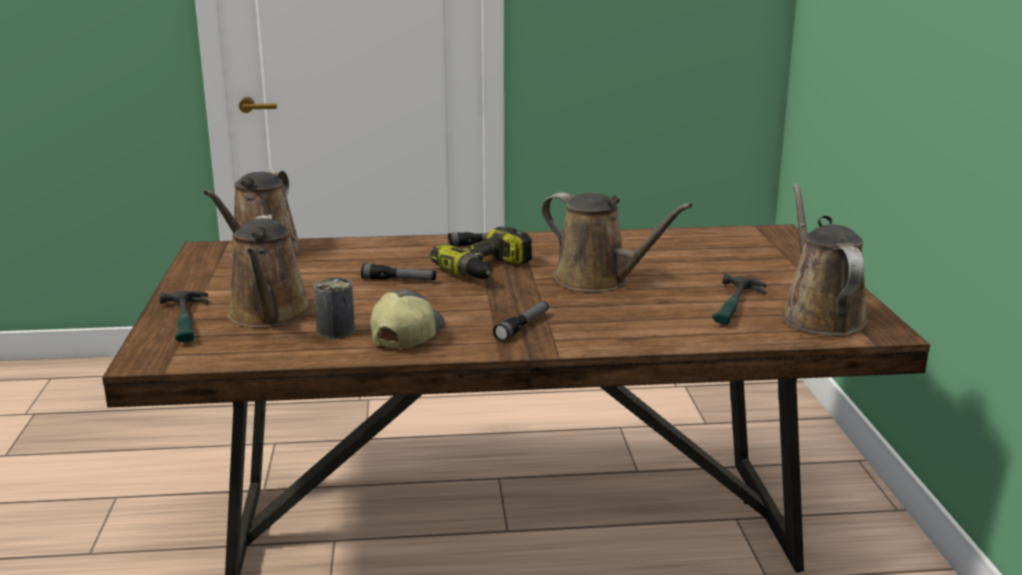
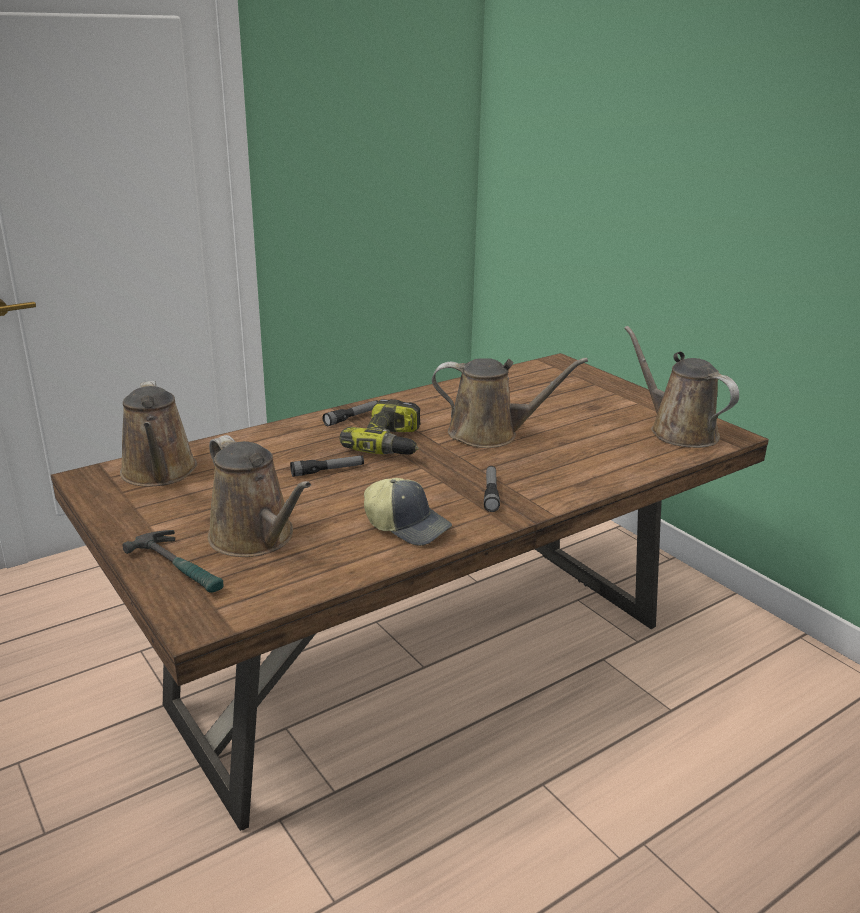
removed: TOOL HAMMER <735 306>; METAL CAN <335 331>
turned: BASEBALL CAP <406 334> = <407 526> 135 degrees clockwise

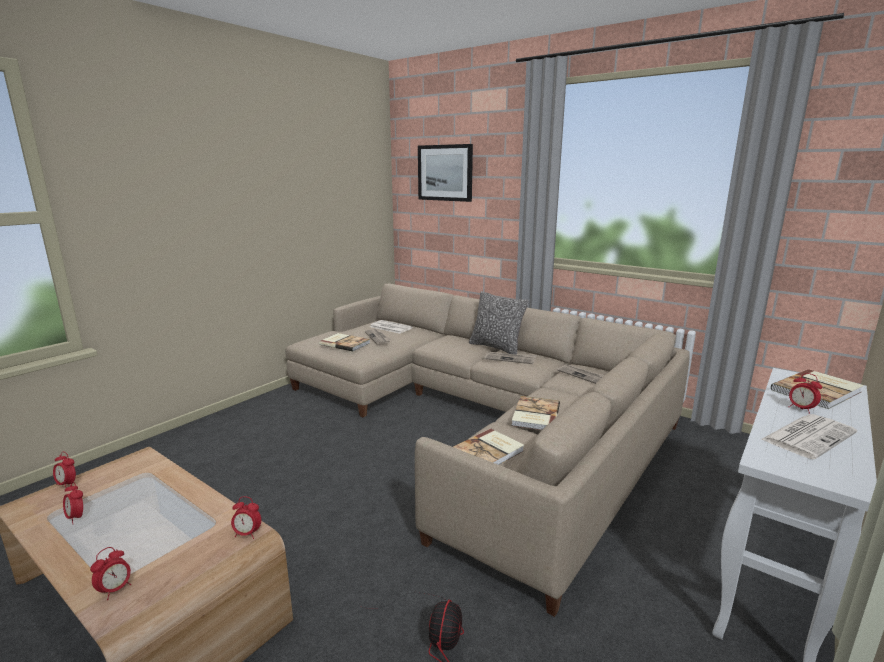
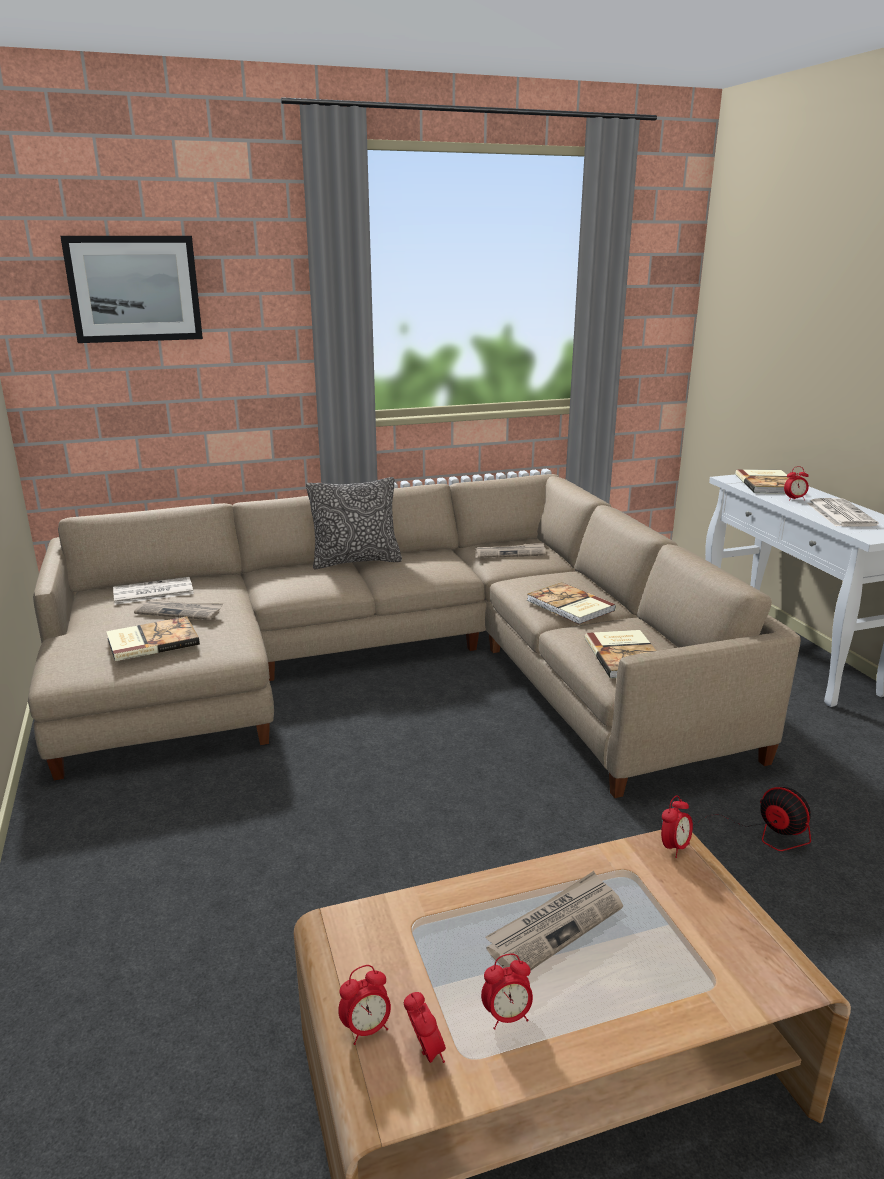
moved: DAILY PAPER <510 359> to <555 926>; ALARM CLOCK <115 589> to <425 1052>

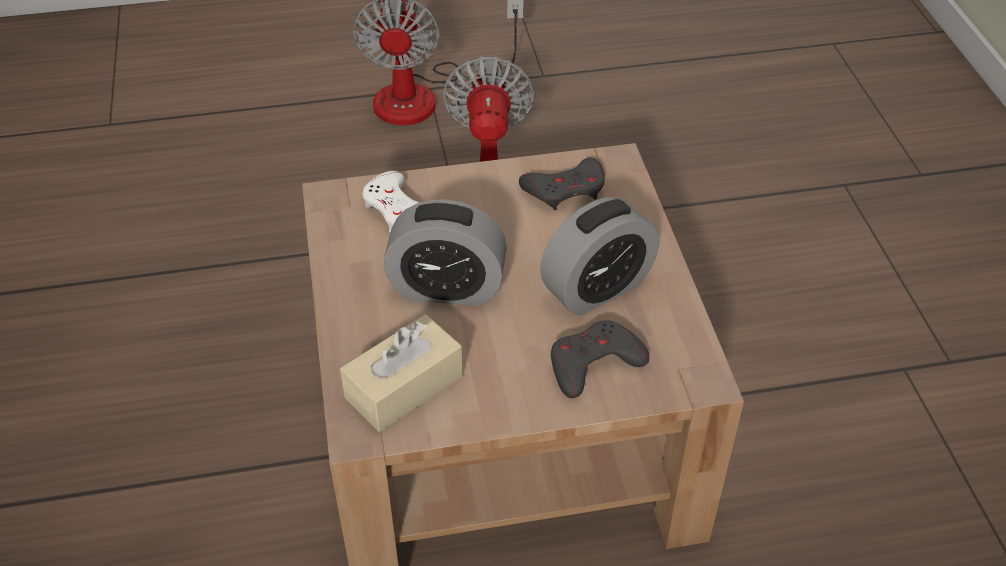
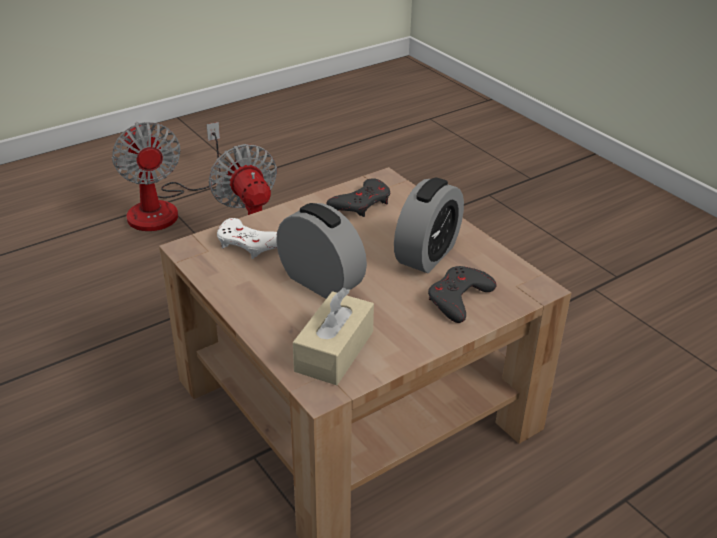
turned: ALARM CLOCK <447 288> = <321 282> 120 degrees counterclockwise

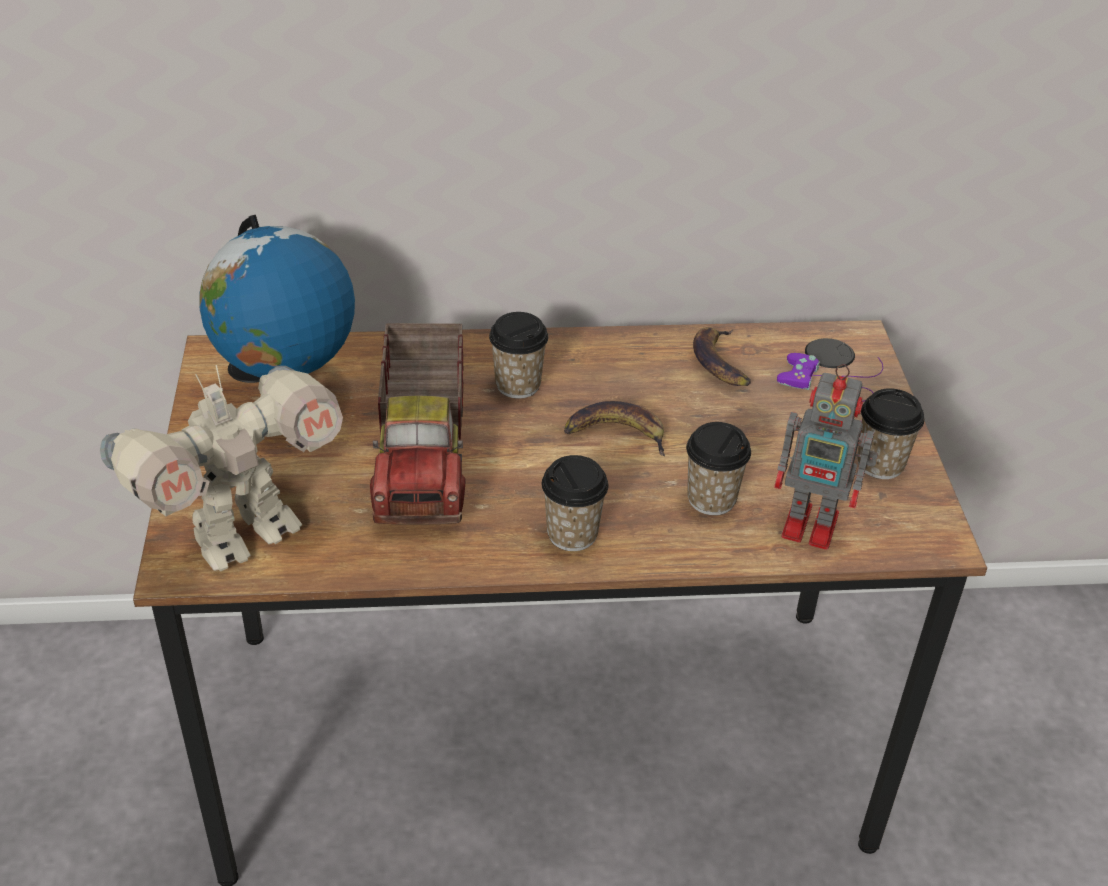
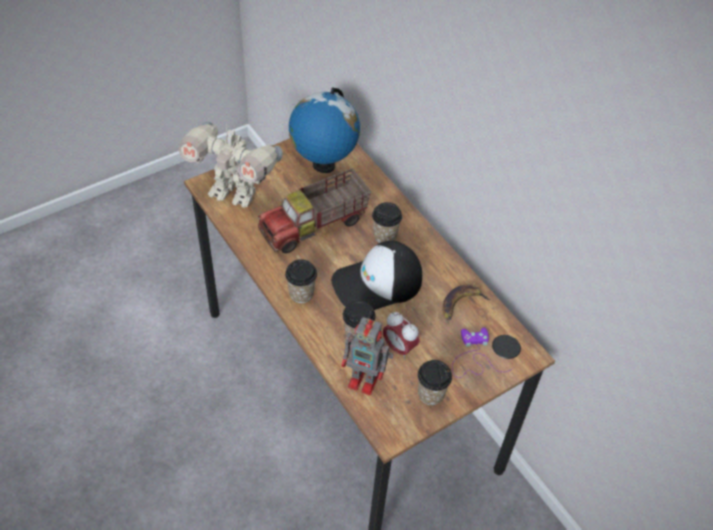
added: ALARM CLOCK <399 348>
replaced: BANANA FRUIT <615 433> to BASEBALL CAP <377 283>
turned: TOY ROBOT <813 526> = <366 380> 60 degrees counterclockwise

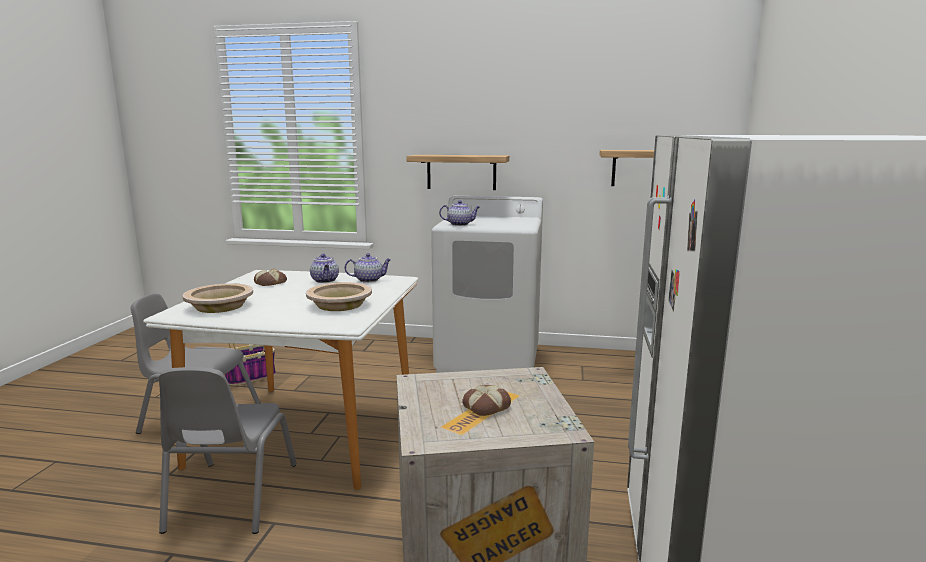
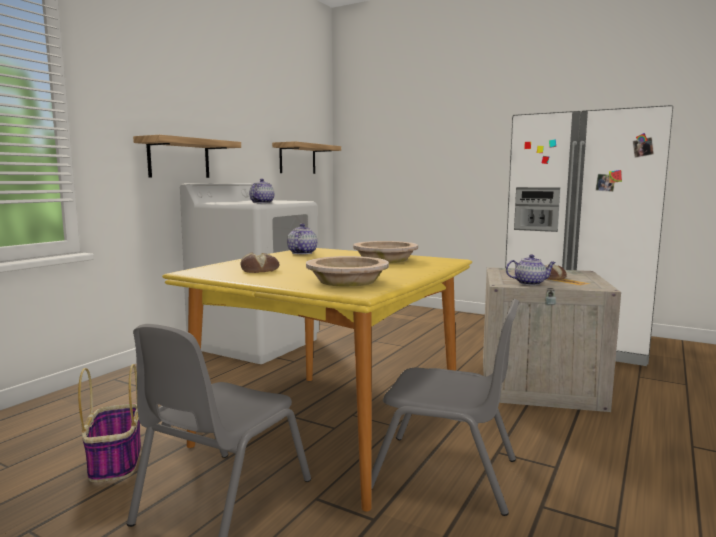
moved: TEA POT <325 281> to <530 283>
recoloured: WHITE-COLOURED KITCHEN TABLE <308 432> to YELLOWISH KITCHEN TABLE <332 429>

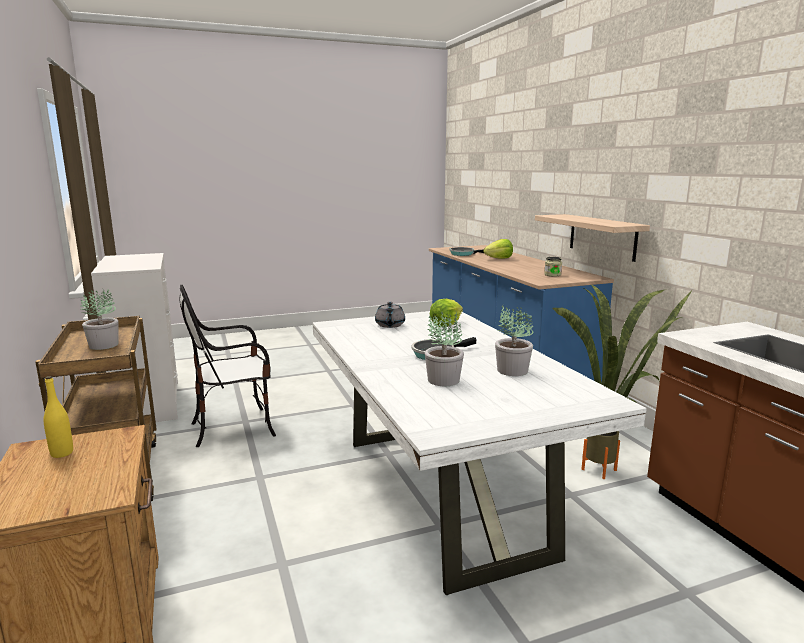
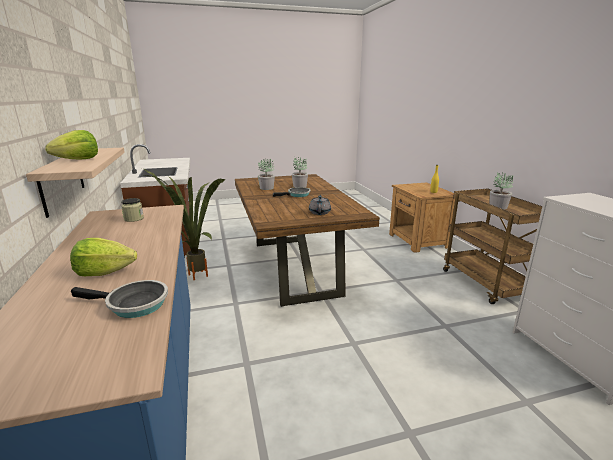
removed: PLAIN CHAIR <234 427>
moved: HEAD OF LETTUCE <446 324> to <78 159>
recoloured: WHITE-COLOURED KITCHEN TABLE <439 493> to BROWN KITCHEN TABLE <295 268>

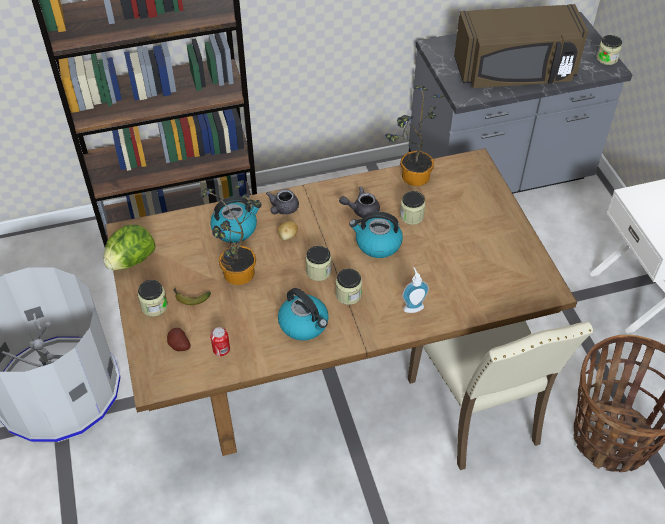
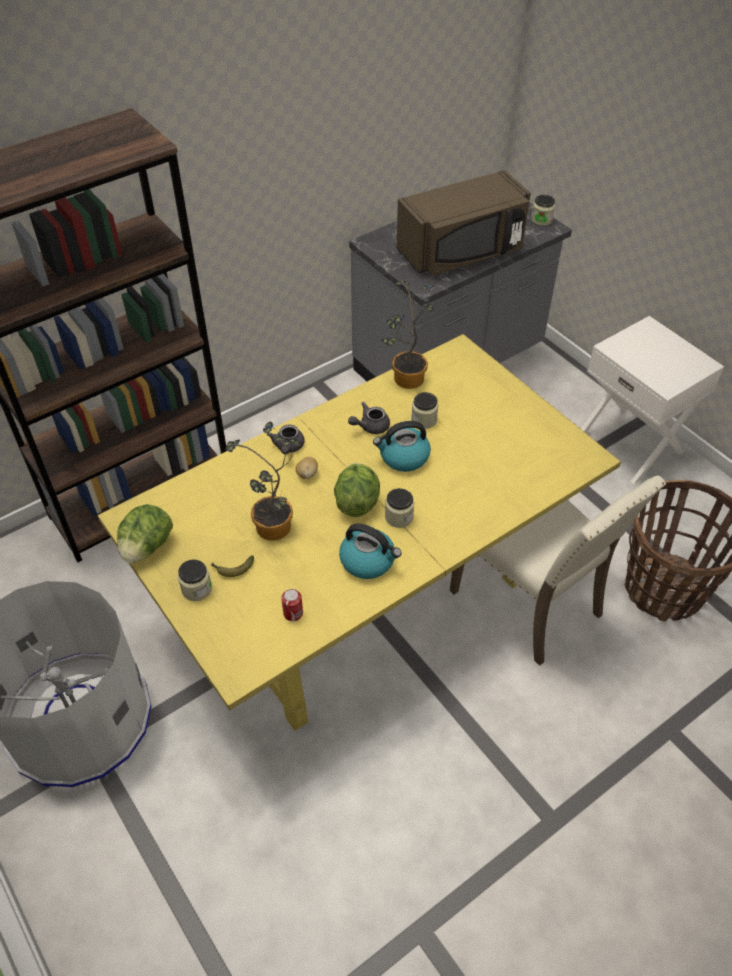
removed: KETTLE <235 229>; SOAP BOTTLE <412 306>; POTATO <178 346>
replaced: JAR <318 271> to HEAD OF LETTUCE <357 502>
recoloured: BROWN KITCHEN TABLE <330 360> to YELLOWISH KITCHEN TABLE <364 595>

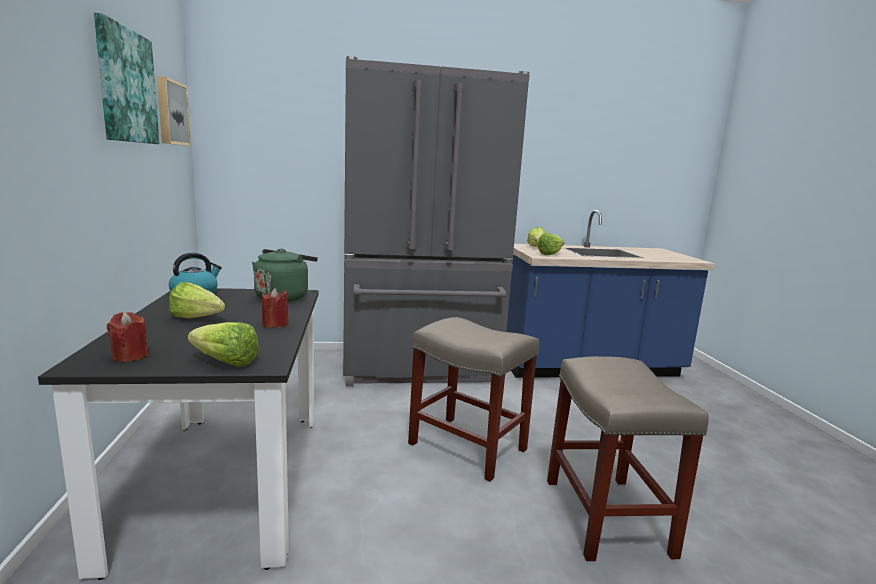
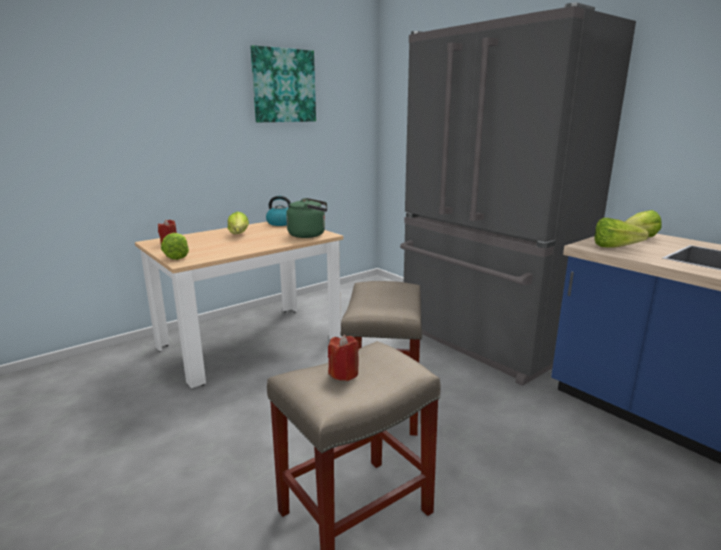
removed: PICTURE <171 113>
moved: REDDISH WAX CANDLE <275 324> to <344 373>
recoloured: BLACK KITCHEN TABLE <226 480> to BEIGE KITCHEN TABLE <250 342>

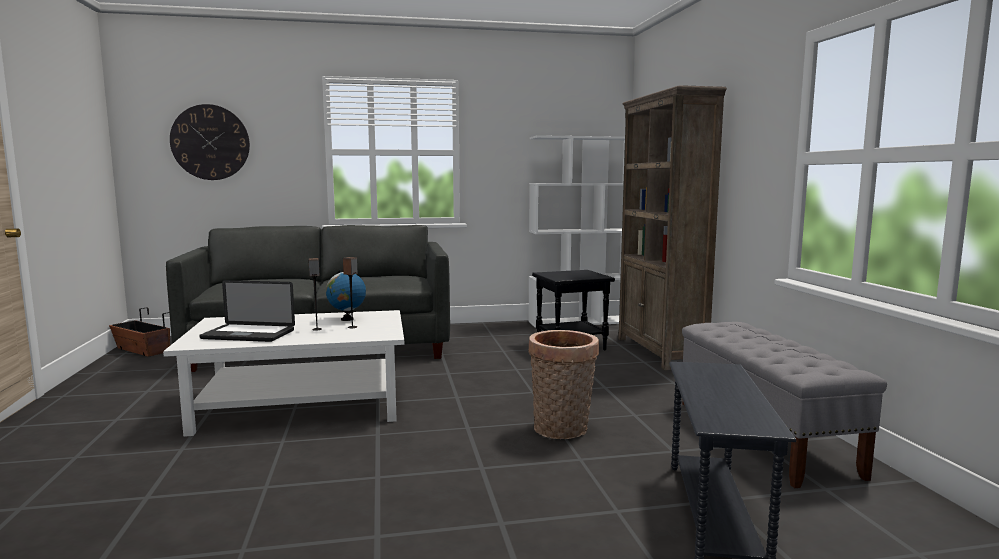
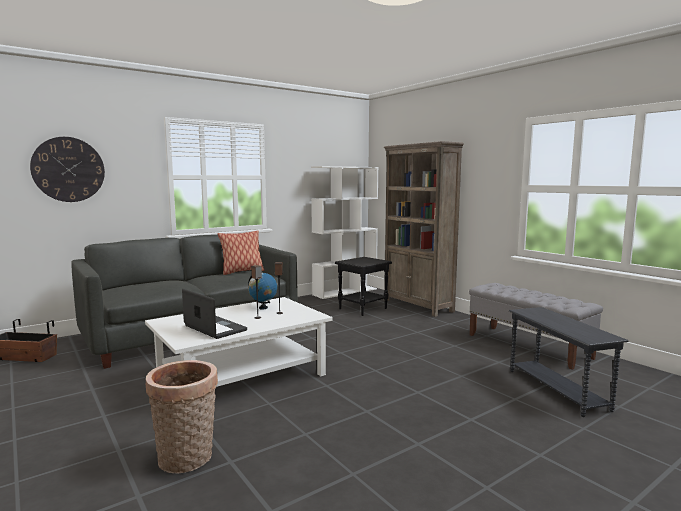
added: PILLOW <242 272>
moved: STORAGE BASKET <562 431> to <187 460>
turned: PORTABLE COMPUTER <248 334> = <215 328> 120 degrees counterclockwise

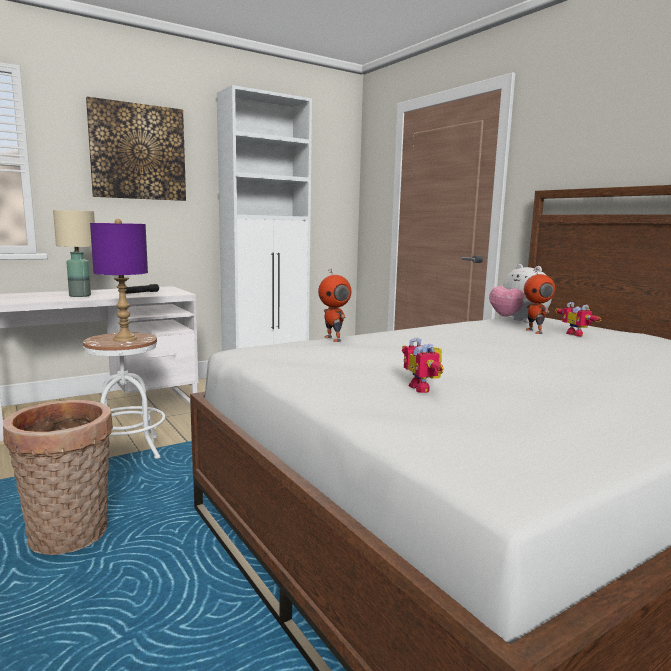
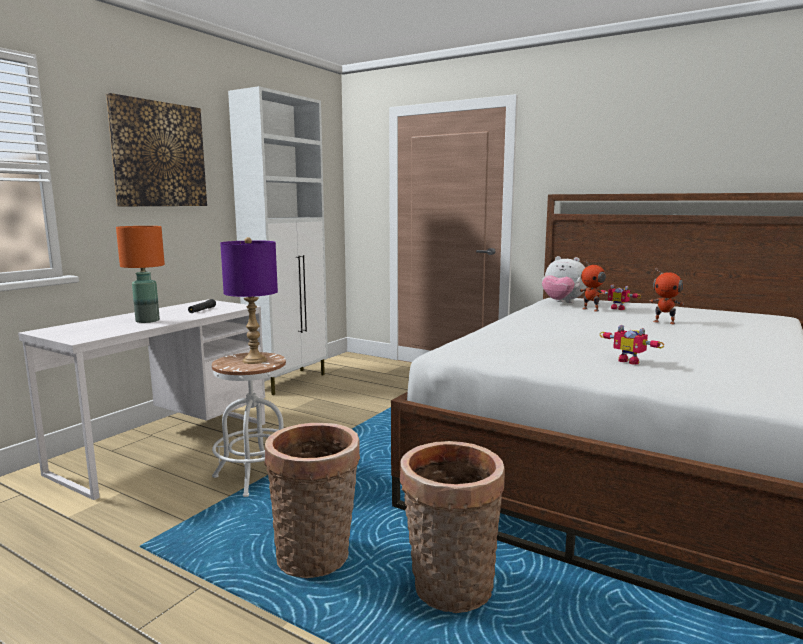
added: STORAGE BASKET <449 590>
moved: TOY ROBOT <334 339> to <664 322>
recoloured: BEIGE TABLE LAMP <80 296> to ORANGEY TABLE LAMP <148 321>

